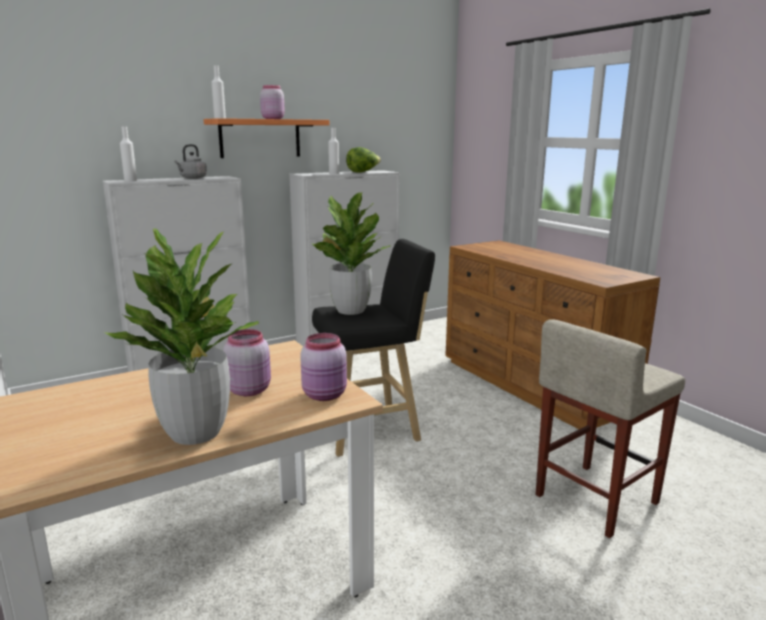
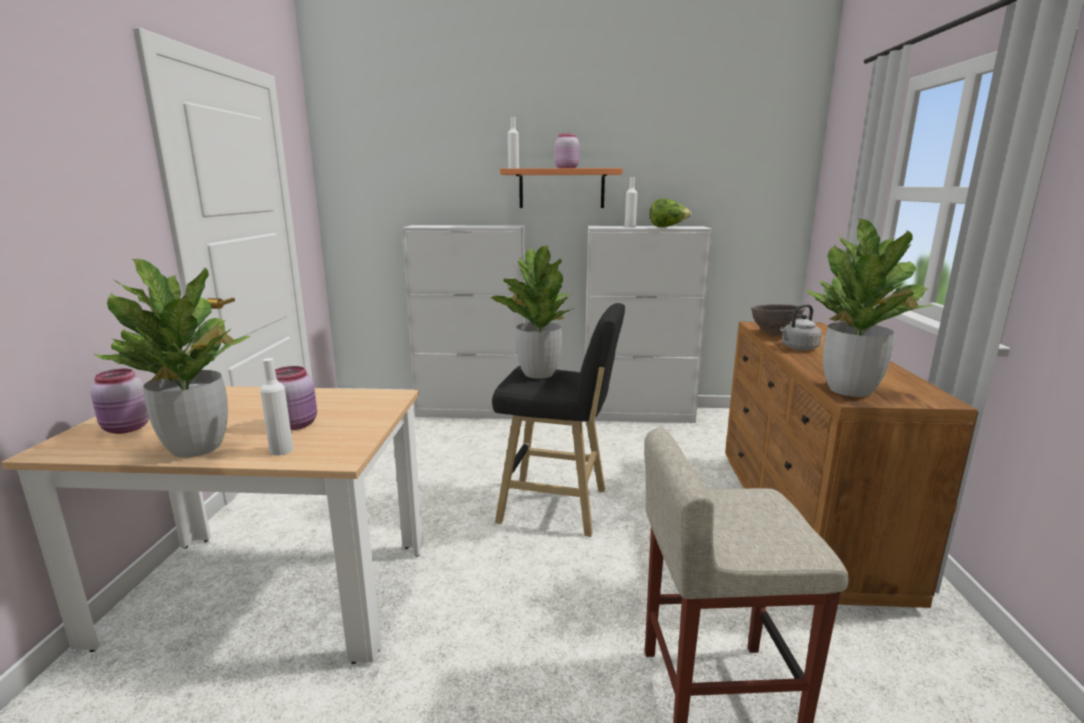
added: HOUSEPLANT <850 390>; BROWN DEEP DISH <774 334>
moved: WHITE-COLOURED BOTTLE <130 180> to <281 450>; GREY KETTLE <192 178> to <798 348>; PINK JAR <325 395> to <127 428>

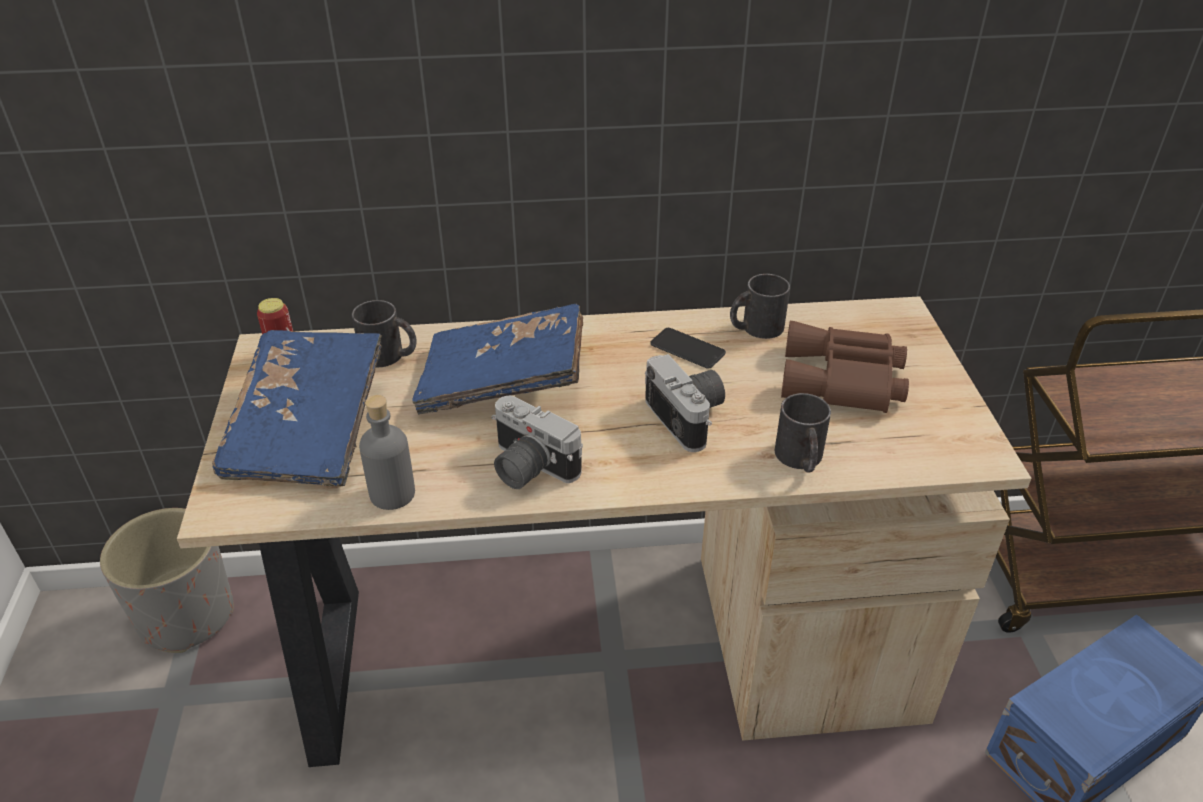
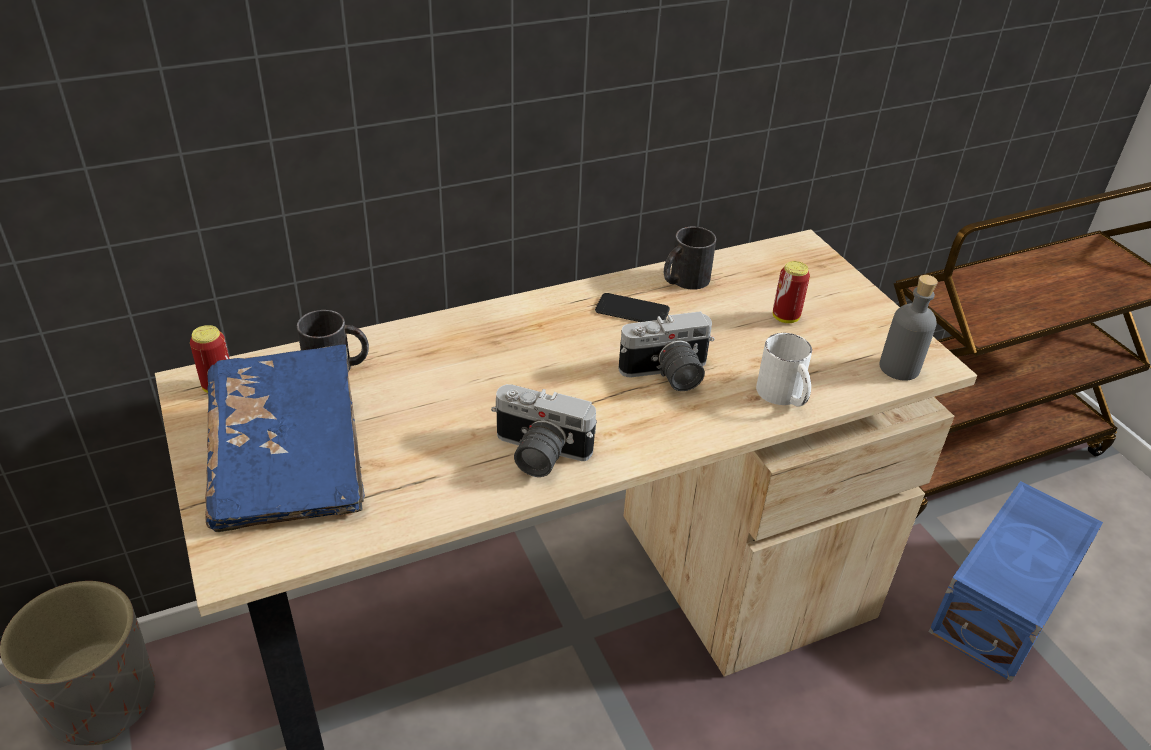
removed: BLUISH BOUND BOOK <504 382>
moved: GREY BOTTLE <392 494> to <899 368>
replaced: BROWN BINOCULARS <843 381> to METAL CAN <785 317>
recoloured: BLACK TEA MUG <801 459> to WHITE-COLOURED TEA MUG <784 396>
turned: STILL CAMERA <690 417> = <667 375> 120 degrees clockwise

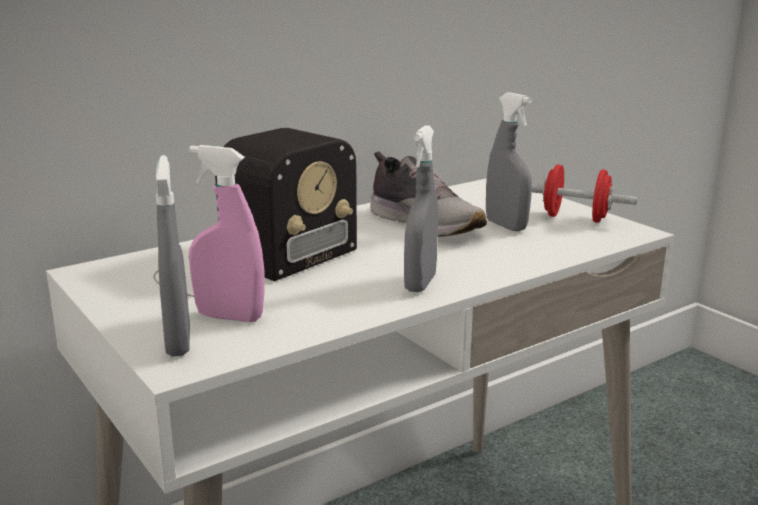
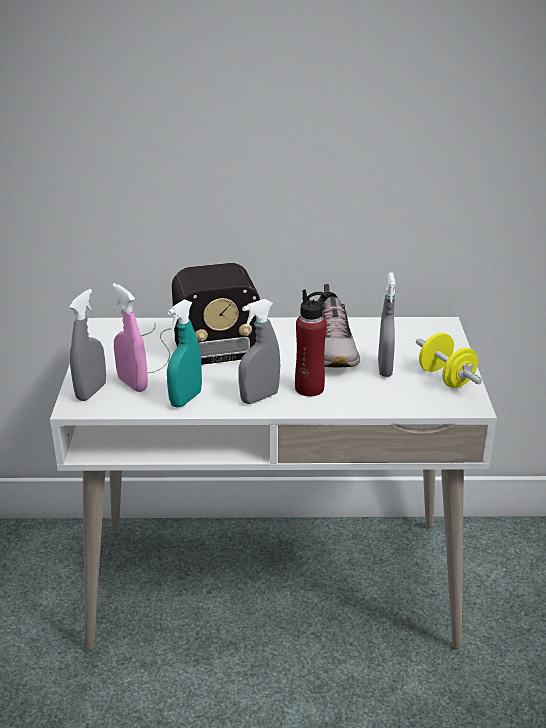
added: REDDISH BOTTLE <309 388>; TURQUOISE SPRAYER <186 399>
recoloured: REDDISH FREE WEIGHT <575 218> to YELLOWISH FREE WEIGHT <446 378>

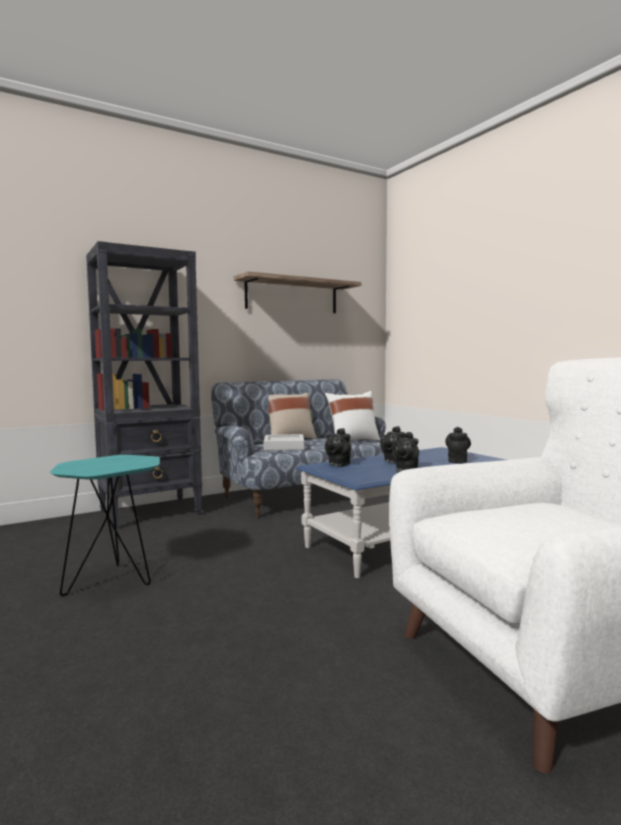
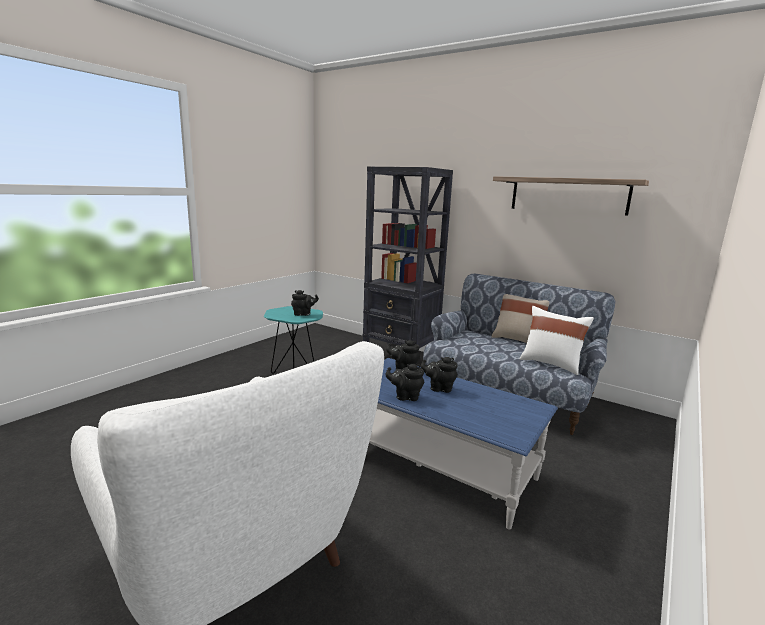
removed: GREY TRAY <284 446>
moved: BLACK TEA POT <457 461> to <303 314>

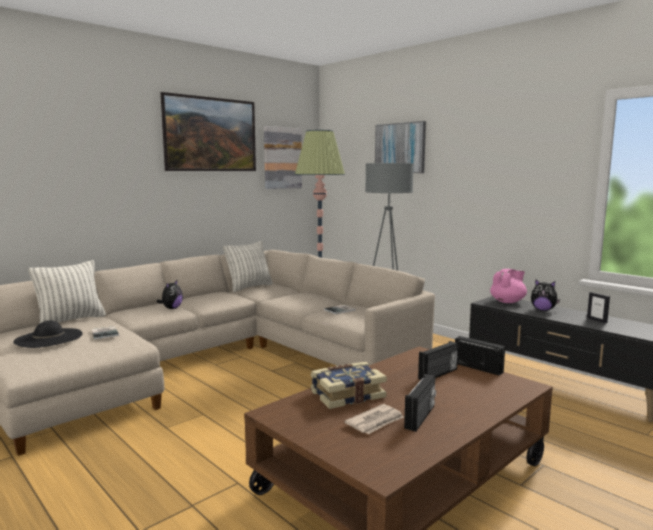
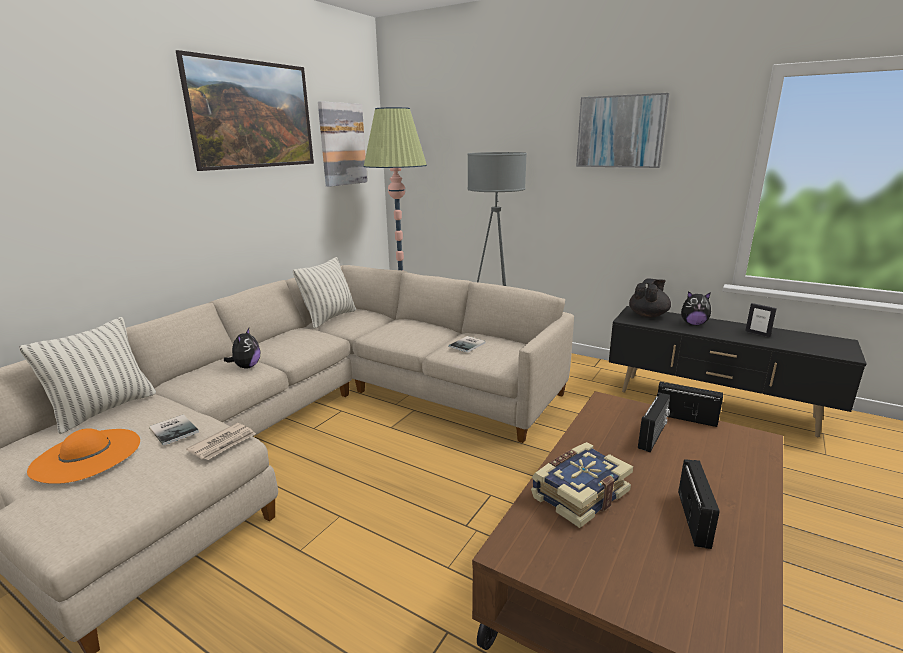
moved: PICTURE <400 148> to <620 132>; DAILY PAPER <376 422> to <223 443>
recoloured: PINK TEA POT <508 302> to BLACK TEA POT <648 315>; BLACK HAT <48 338> to ORANGEY HAT <86 455>

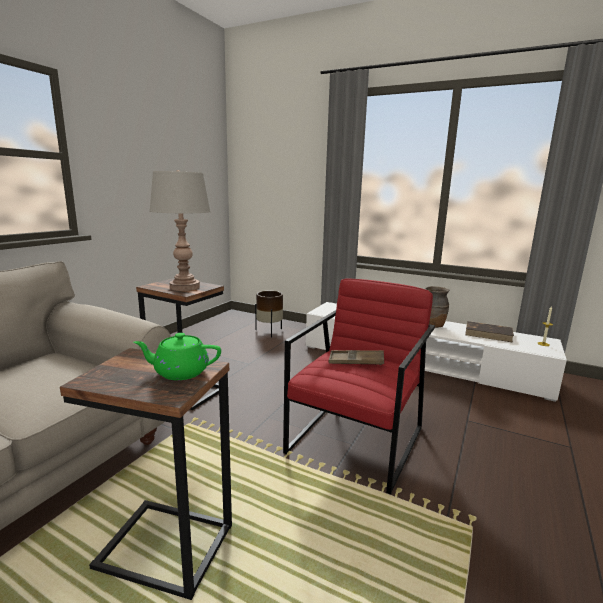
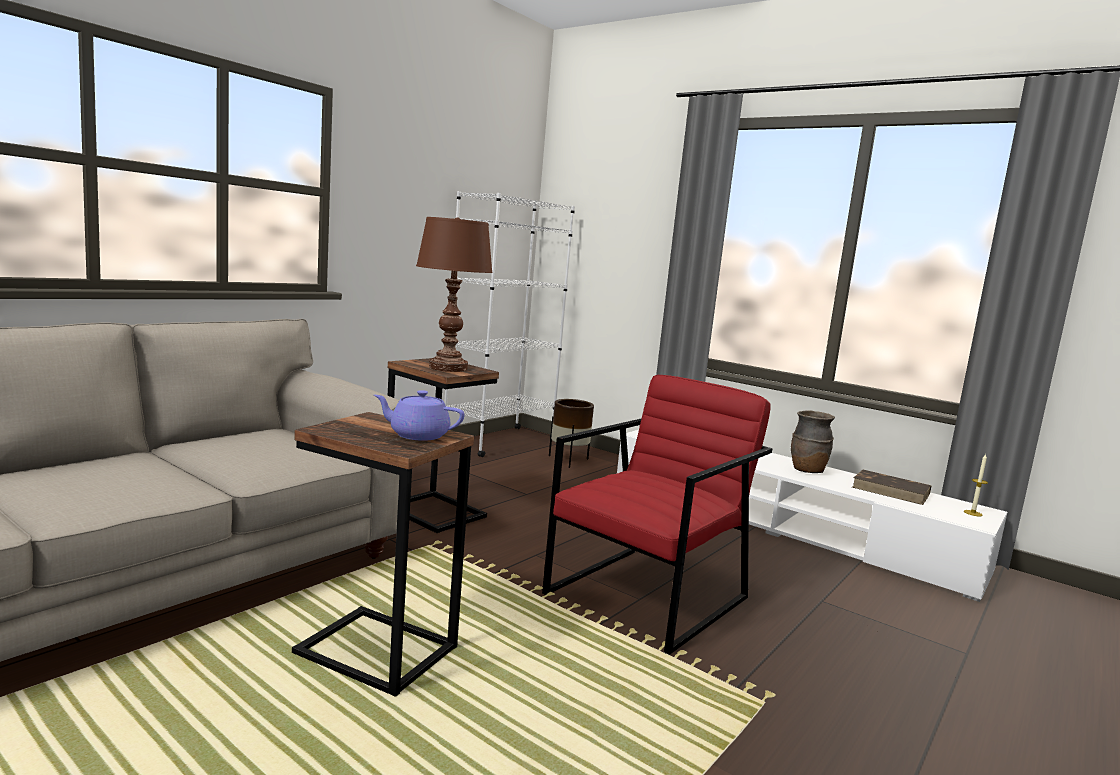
removed: BROWN TRAY <356 361>
added: WHITE-COLOURED BOOKCASE <499 441>
recoloured: GREY TABLE LAMP <185 287> to BROWN TABLE LAMP <448 368>; GREEN TEA POT <180 372> to PURPLISH TEA POT <418 435>

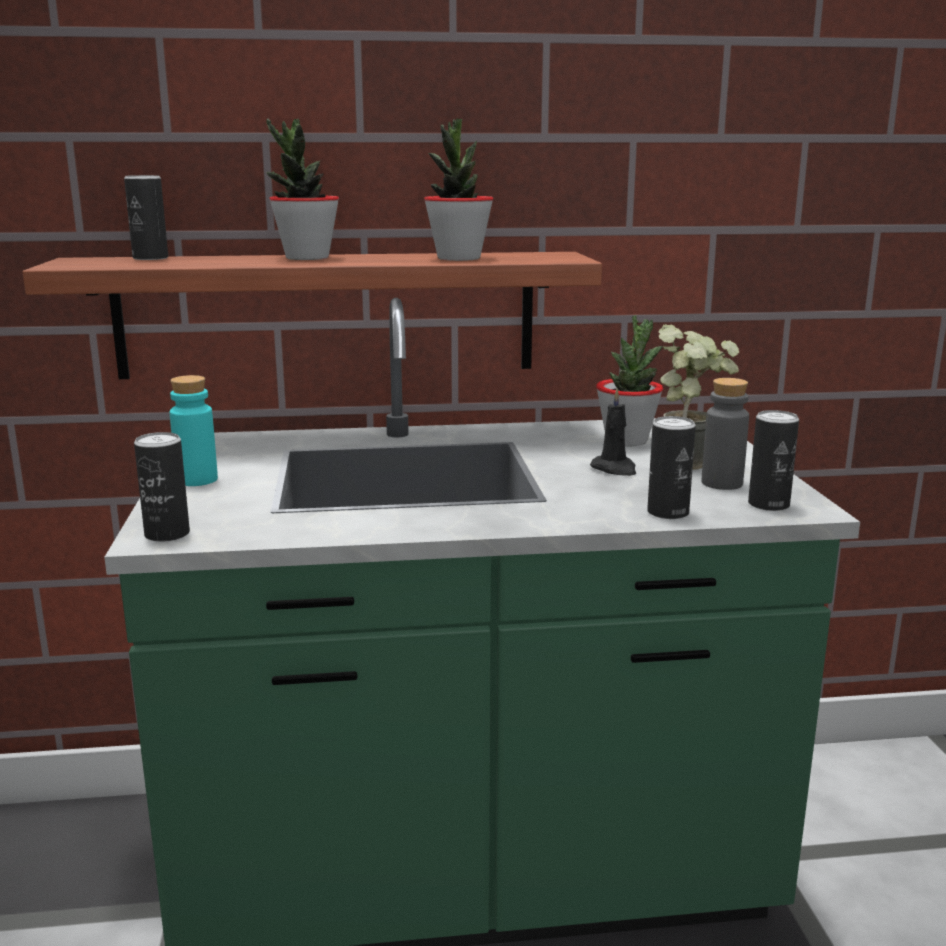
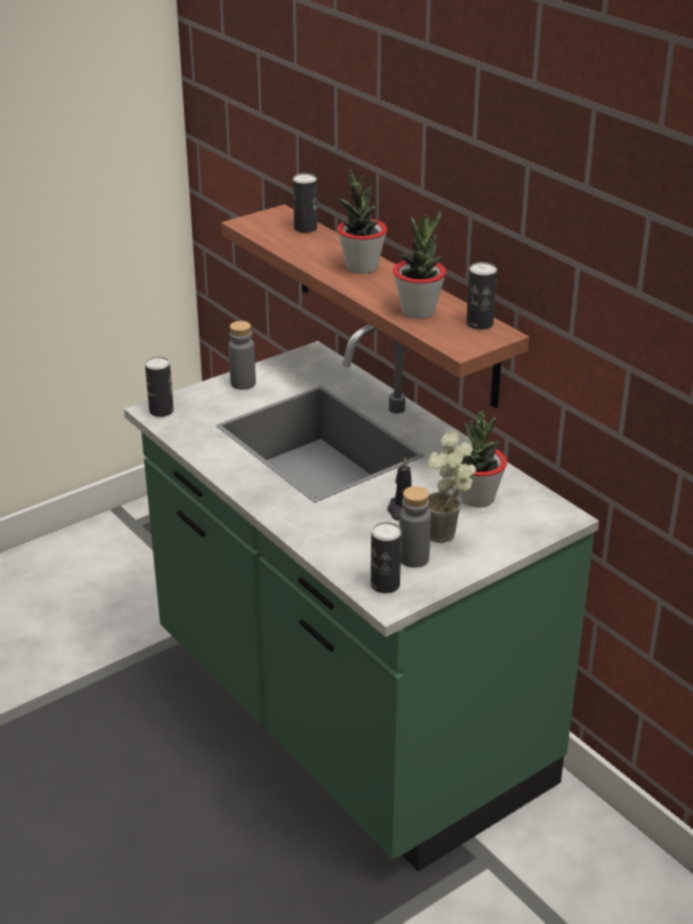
moved: METAL CAN <668 512> to <479 324>
recoloured: TURQUOISE BOTTLE <197 480> to GREY BOTTLE <243 383>

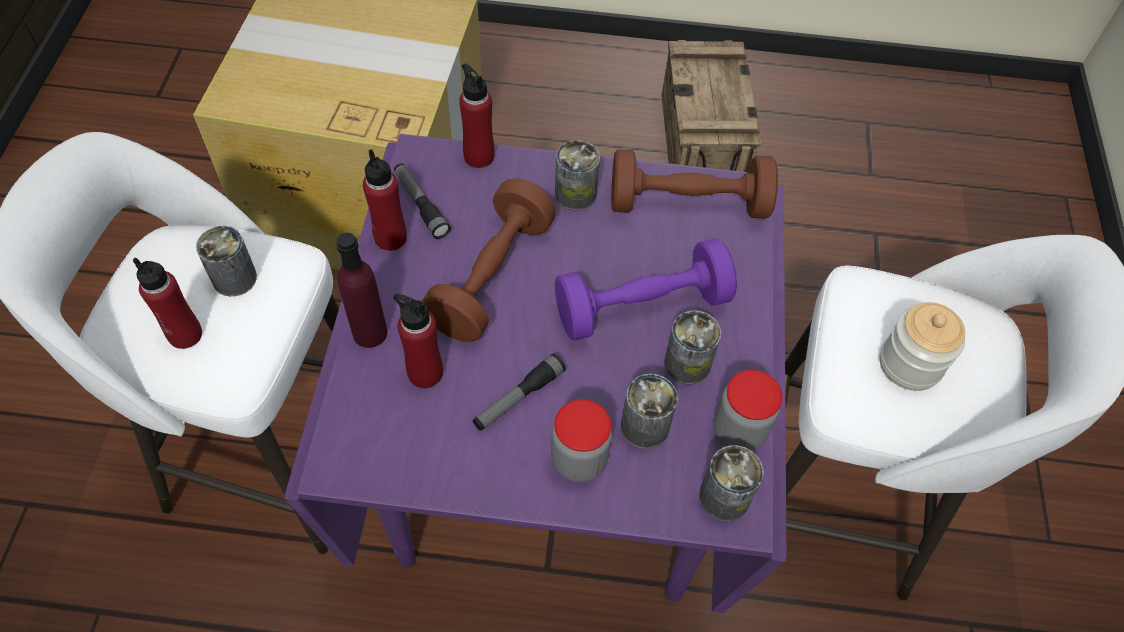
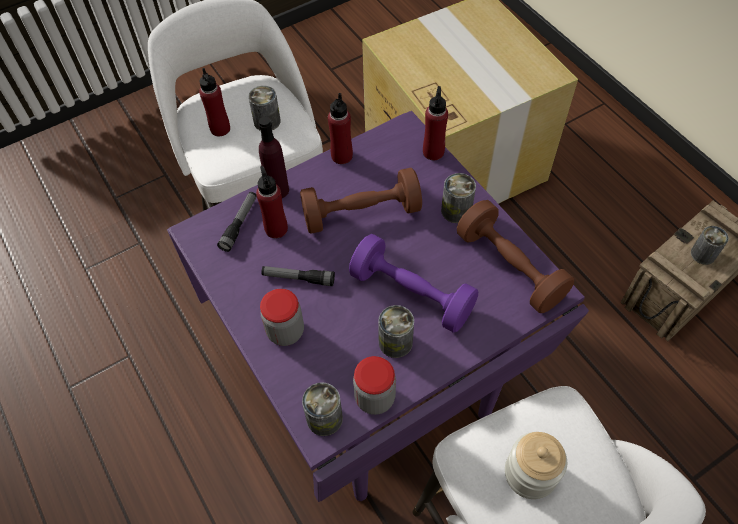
moved: TORCH <421 205> to <239 224>; METAL CAN <644 426> to <703 254>

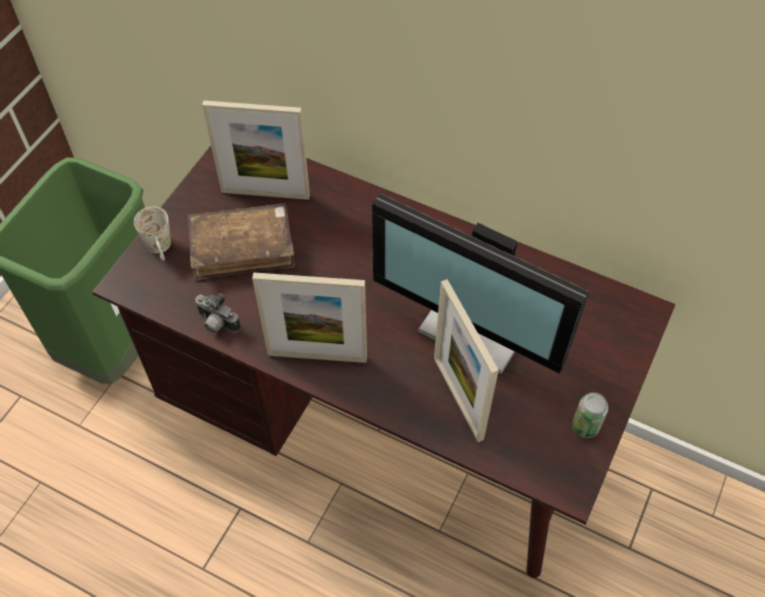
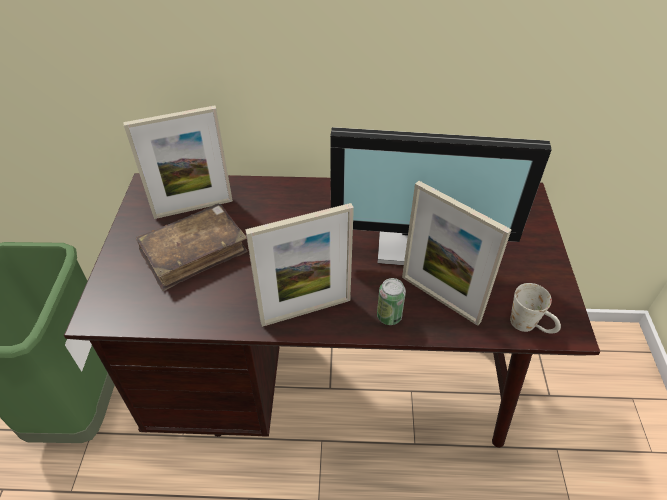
removed: STILL CAMERA <216 324>
moved: WHITE-COLOURED TEA MUG <161 250> to <530 326>; METAL CAN <585 426> to <389 316>

